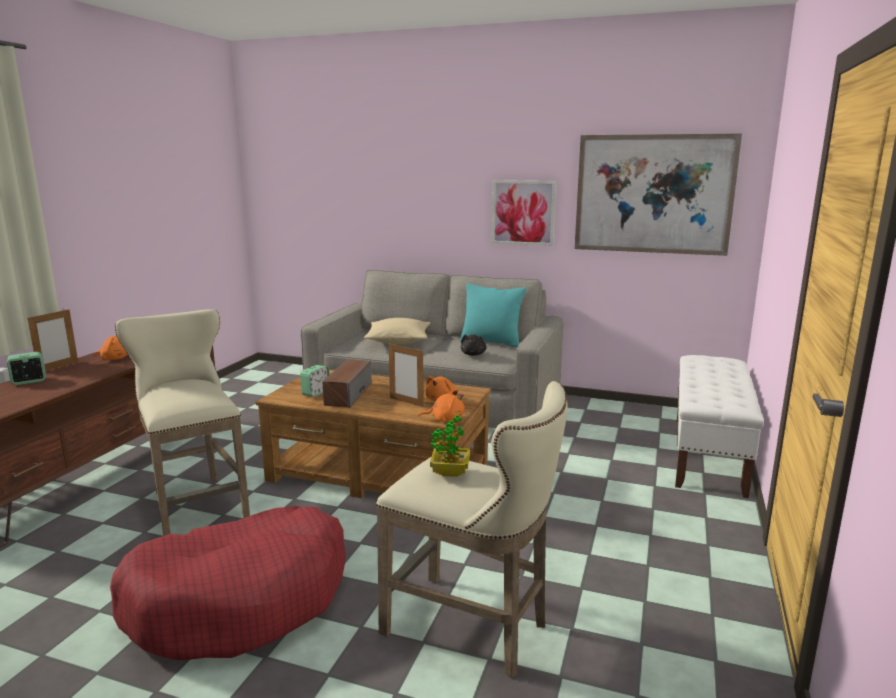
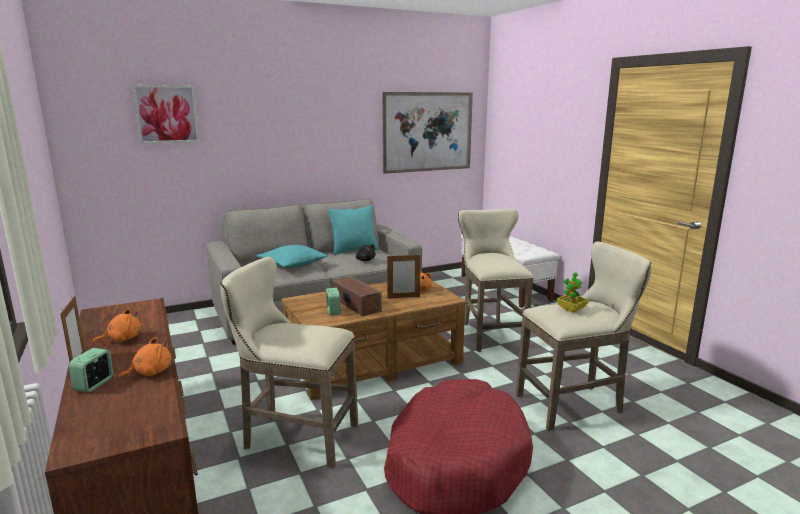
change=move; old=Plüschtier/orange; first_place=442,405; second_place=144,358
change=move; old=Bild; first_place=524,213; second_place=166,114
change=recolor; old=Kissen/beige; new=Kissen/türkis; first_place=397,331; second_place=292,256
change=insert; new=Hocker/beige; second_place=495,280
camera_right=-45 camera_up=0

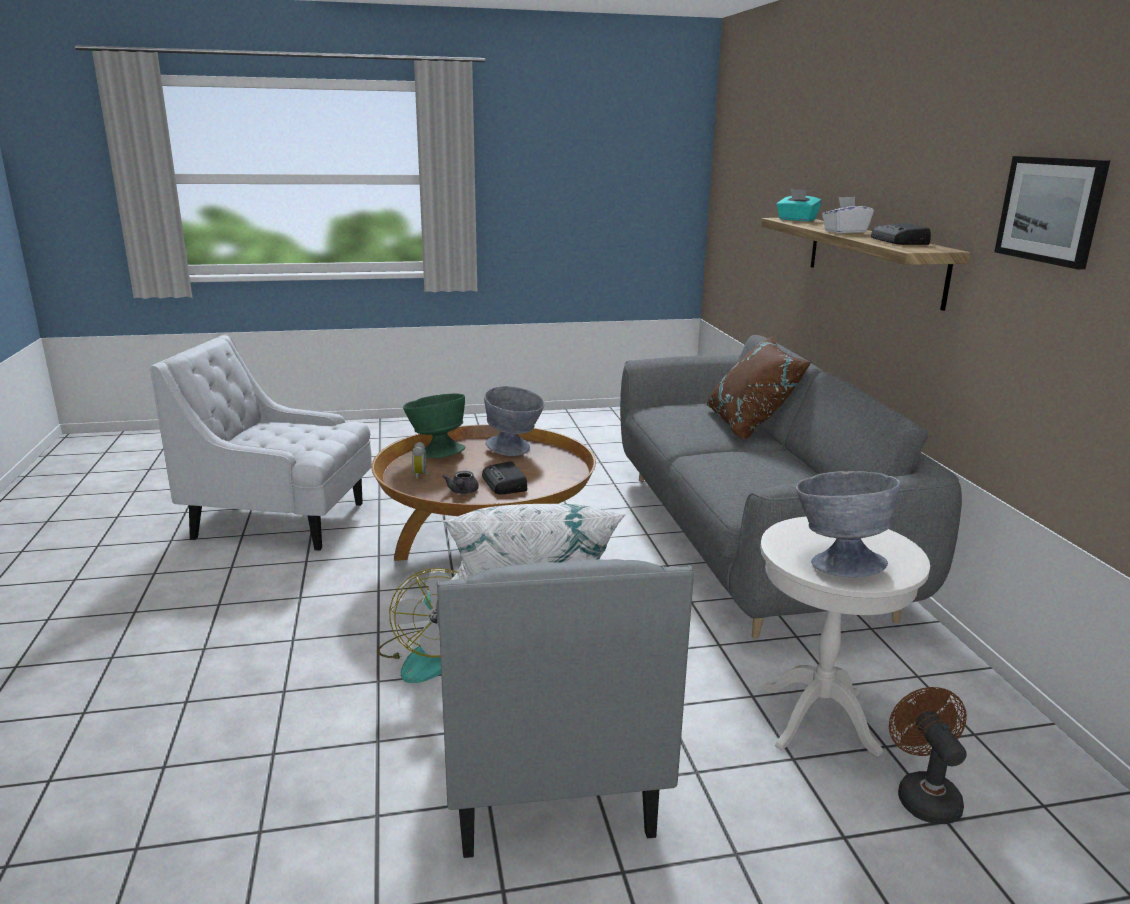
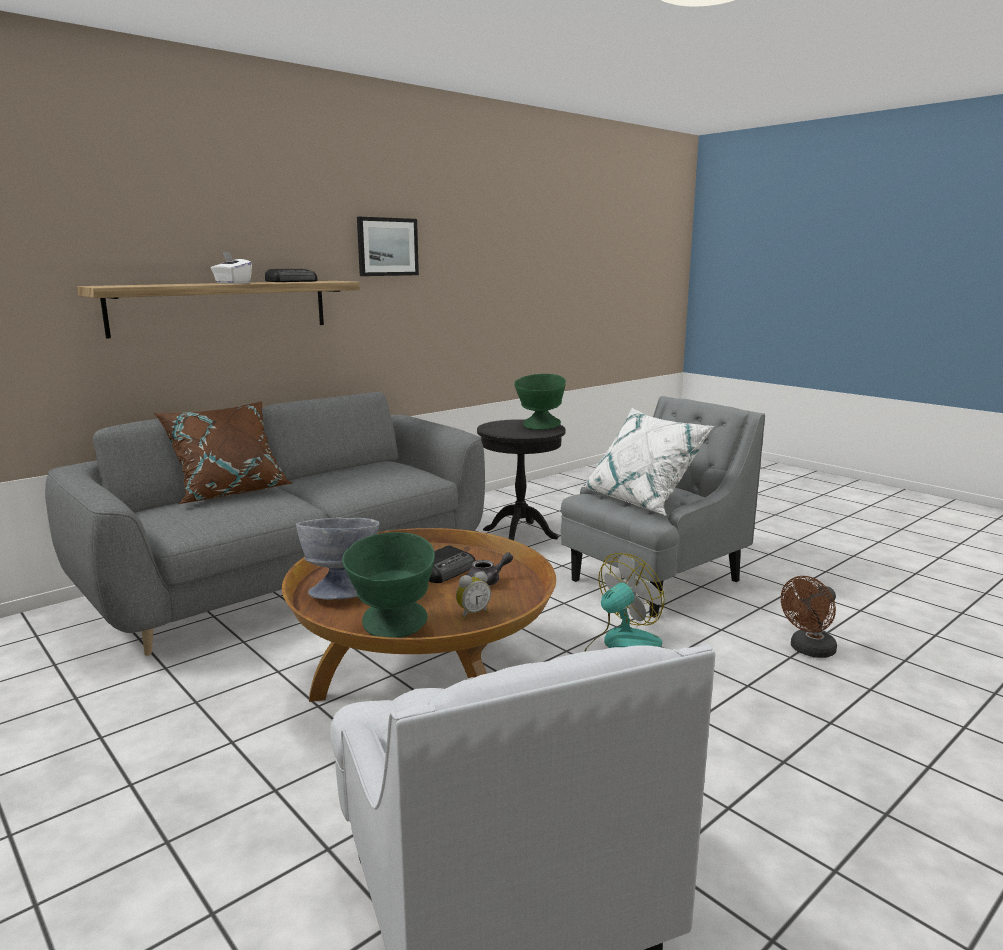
change=recolor; old=Beistelltisch/weiß; new=Beistelltisch/schwarz; first_place=845,637; second_place=521,480
change=recolor; old=Schüssel/grau; new=Schüssel/grün; first_place=848,524; second_place=540,402
change=move; old=Ventilator/braun; first_place=928,755; second_place=809,617
change=delete; old=Taschentuchbox/türkis; first_place=798,205
camera_right=-120 camera_up=-5

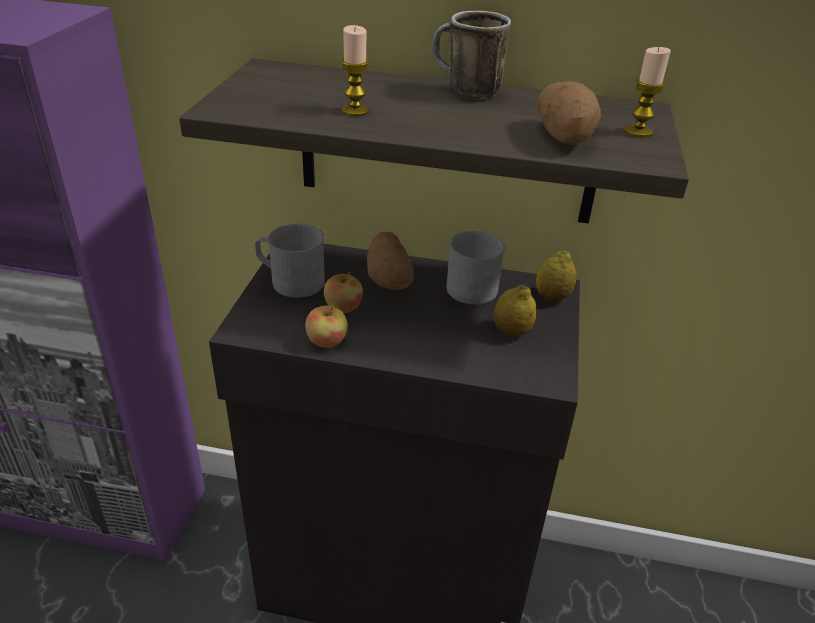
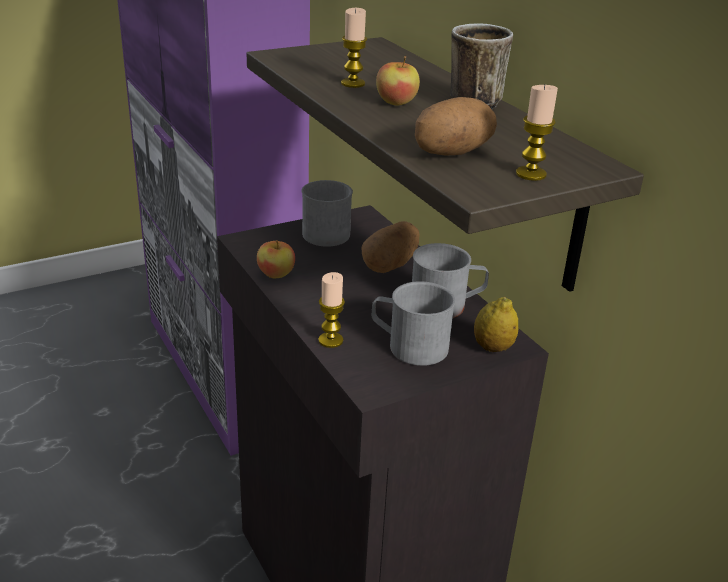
change=insert; new=Kerze; second_place=331,310
change=replace; old=Zitrone; new=Henkelbecher/grau; first_place=515,310; second_place=414,323
change=move; old=Apfel; first_place=343,292; second_place=398,81
camera_right=50 camera_up=-5

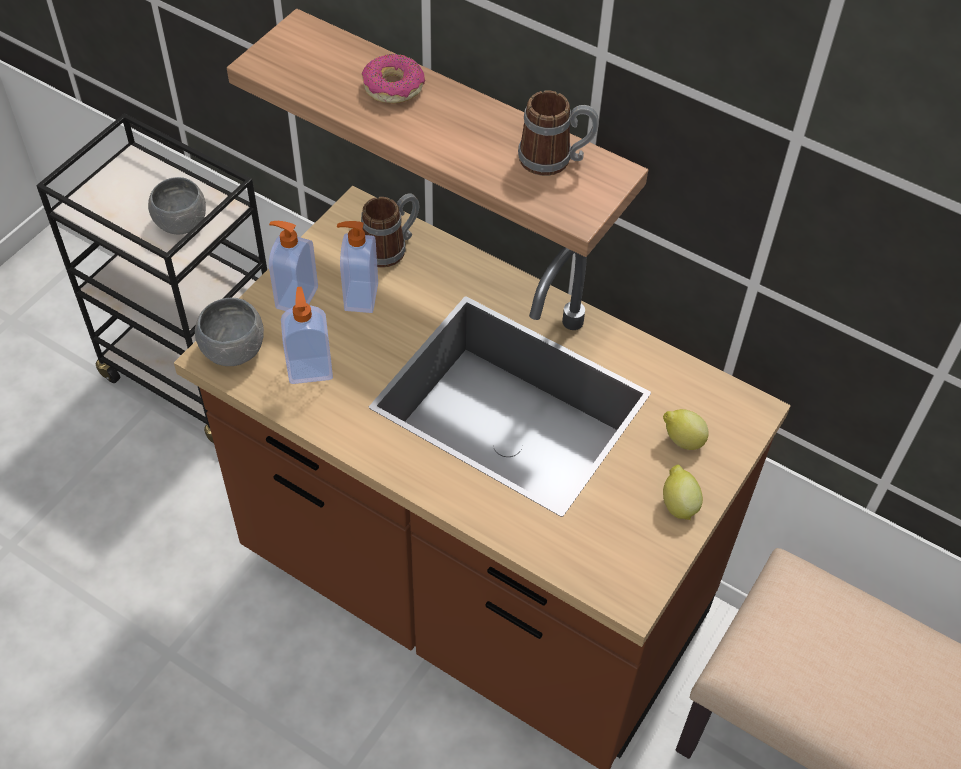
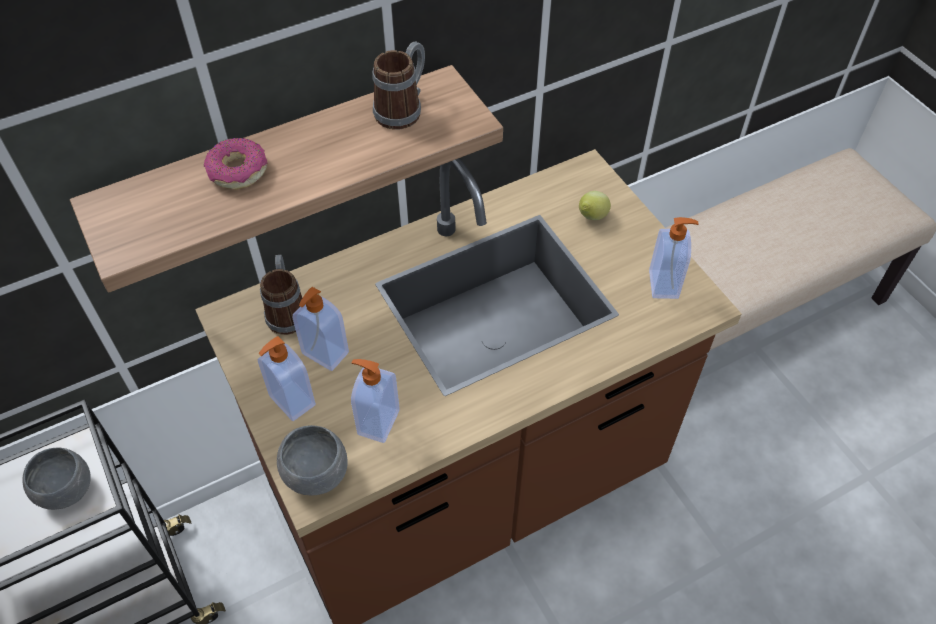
change=insert; new=Seifenspender; second_place=674,258
change=delete; old=Zitrone; first_place=683,492
camera_right=-60 camera_up=0

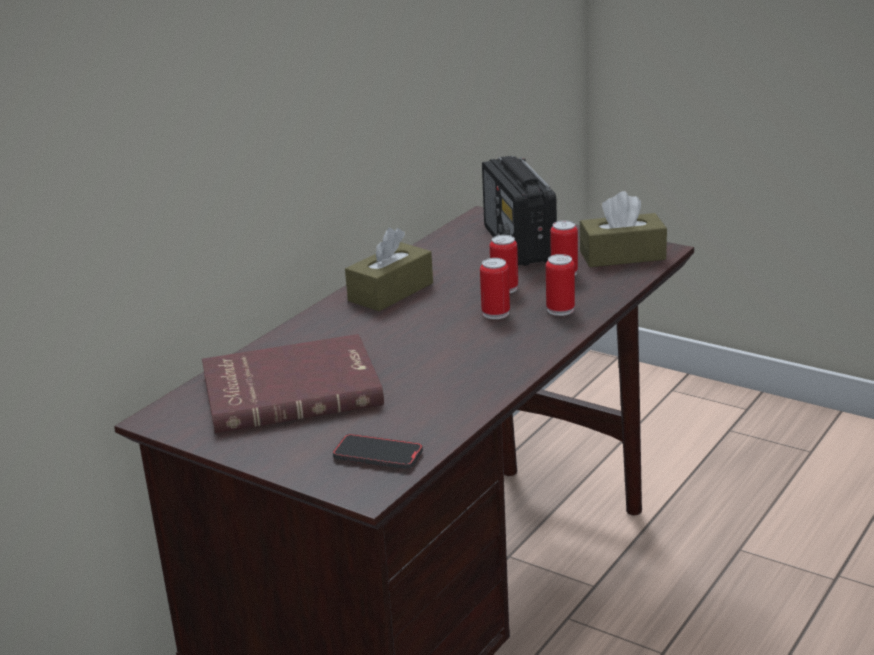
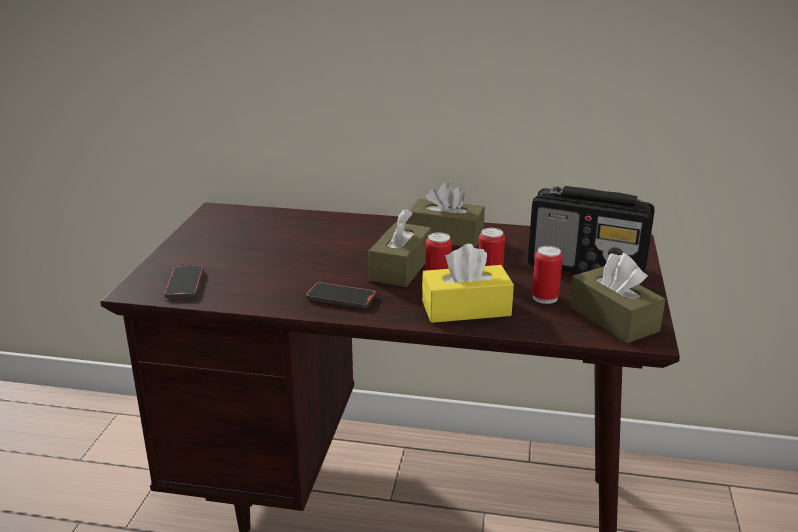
change=insert; new=Handy; second_place=341,295
change=insert; new=Taschentuchbox/braun; second_place=400,248
change=replace; old=Dose; new=Taschentuchbox/gelb; first_place=560,285; second_place=468,283
change=rotate; old=Radio; first_place=519,211; second_place=591,230; degrees=-120
change=delete; old=Buch/rot; first_place=293,383
camera_right=65 camera_up=0

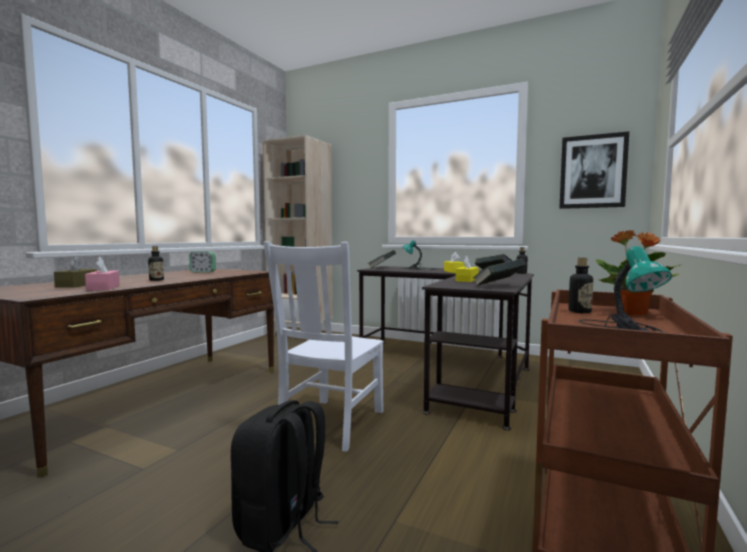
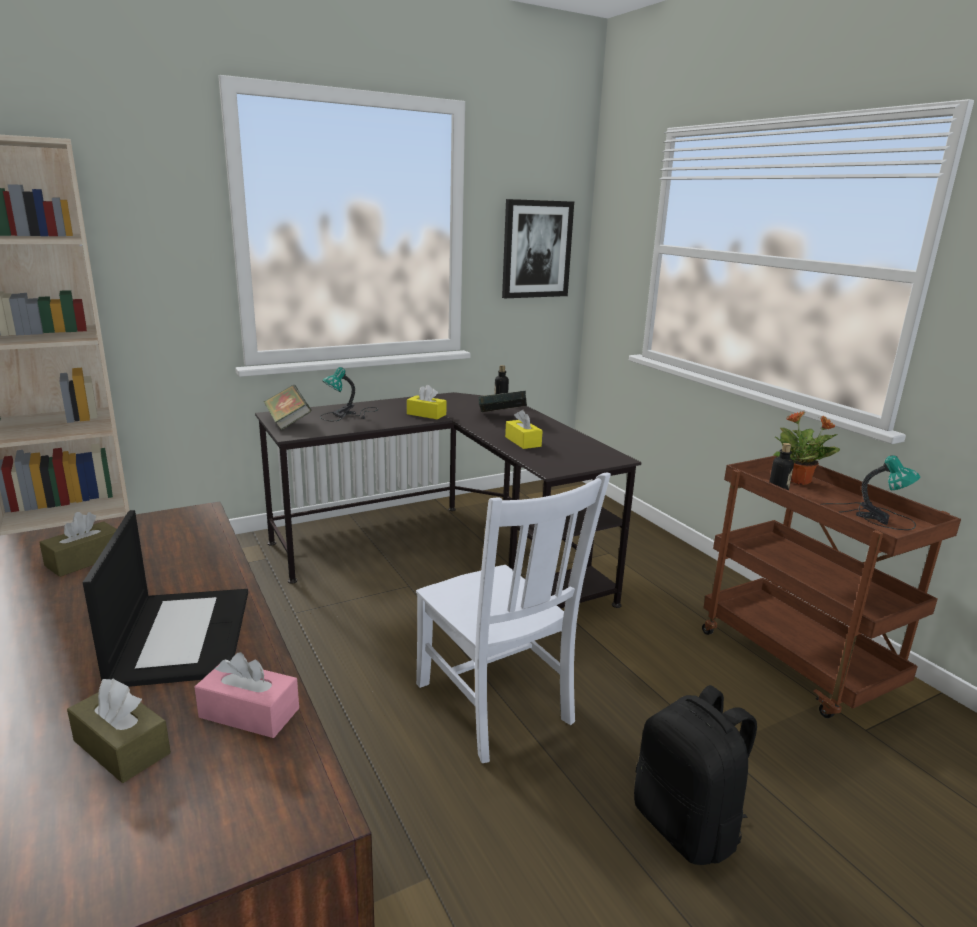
change=replace; old=Wecker; new=Taschentuchbox/braun; first_place=202,262; second_place=78,544
change=replace; old=Flasche; new=Laptop; first_place=156,263; second_place=165,598
change=delete; old=Buch; first_place=500,272
camera_right=-55 camera_up=15

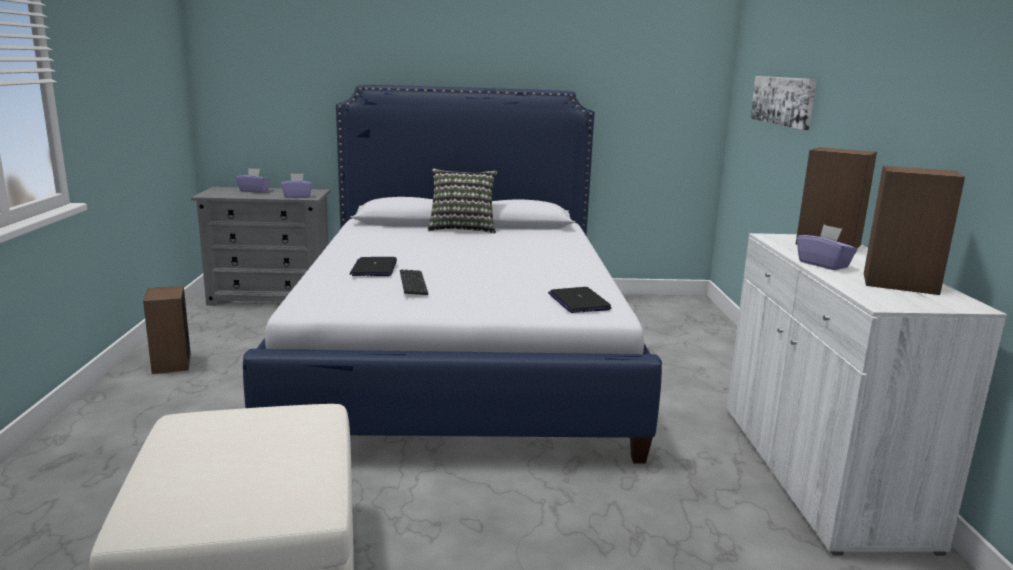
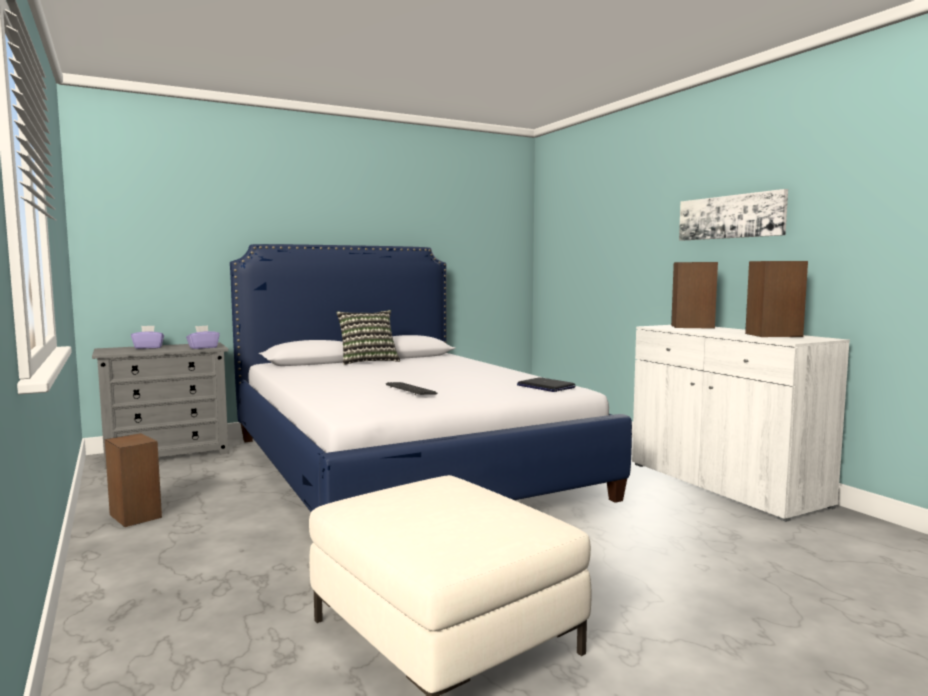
change=move; old=Bild; first_place=783,103; second_place=733,215
change=delete; old=Laptop; first_place=373,266
change=delete; old=Taschentuchbox/lila; first_place=827,247
camera_right=-25 camera_up=-10

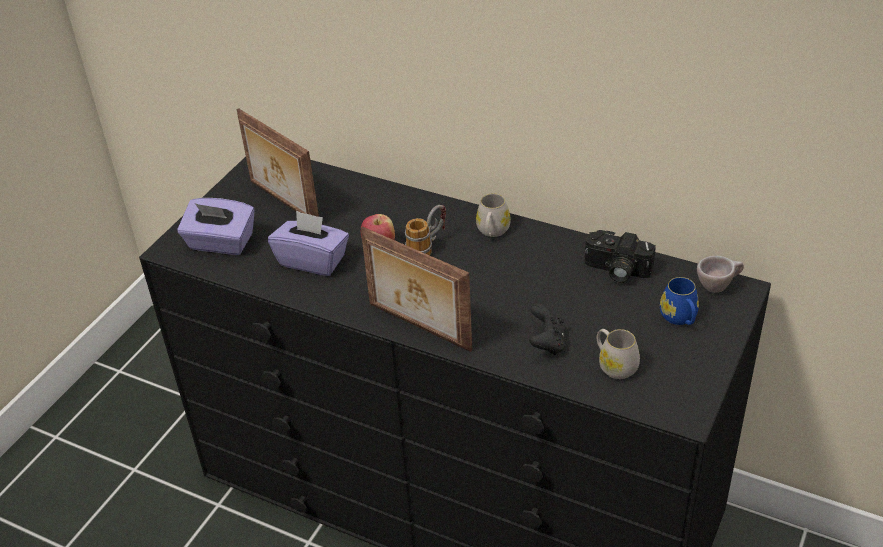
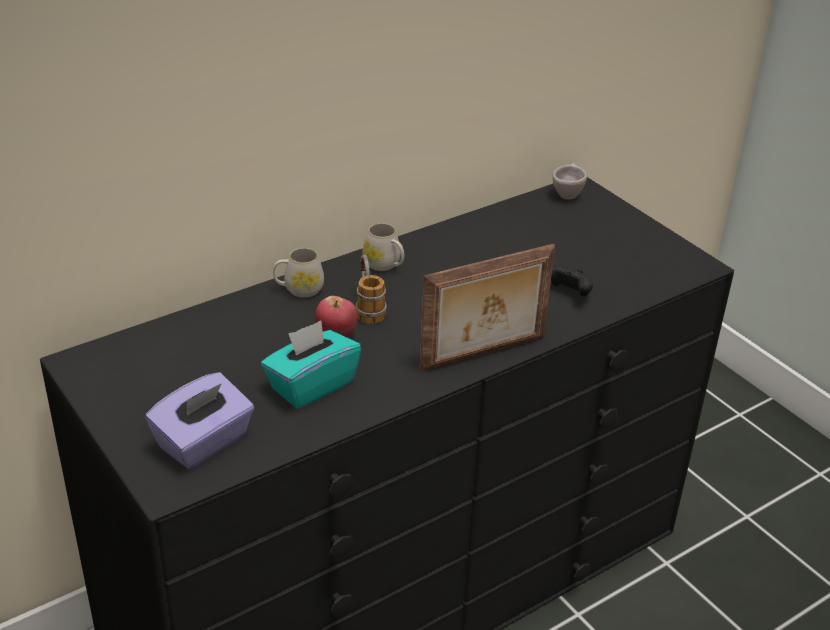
change=recolor; old=Taschentuchbox/lila; new=Taschentuchbox/türkis; first_place=308,243; second_place=311,364
change=move; old=Henkelbecher/weiß; first_place=618,354; second_place=298,273
change=delete; old=Bilderrahmen; first_place=278,162
change=delete; old=Kamera; first_place=620,256
change=delete; old=Henkelbecher/blau; first_place=679,301
camera_right=-65 camera_up=-5

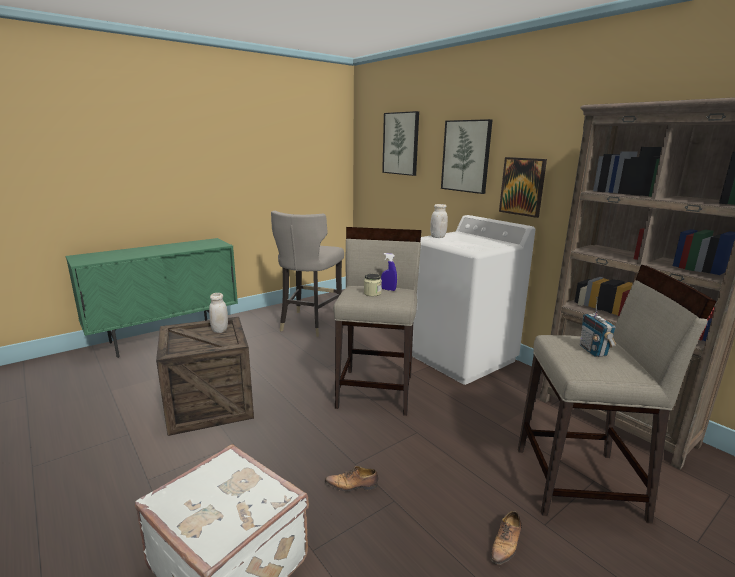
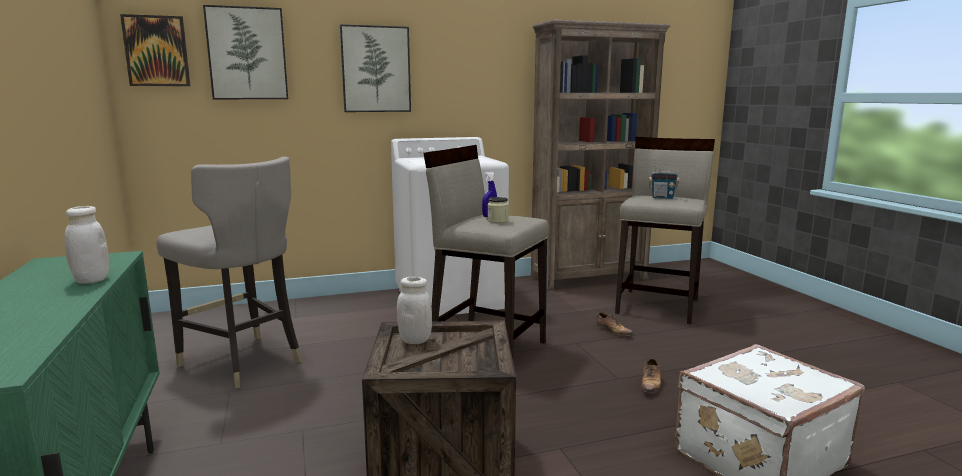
change=move; old=Vorratsglas/weiß; first_place=439,221; second_place=86,245
change=move; old=Bild; first_place=523,187; second_place=155,50
change=move; old=Schuh; first_place=506,538; second_place=615,324
camera_right=-70 camera_up=-5

